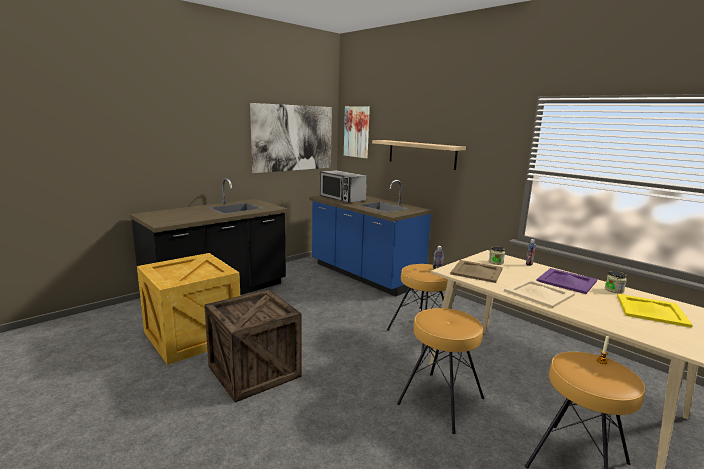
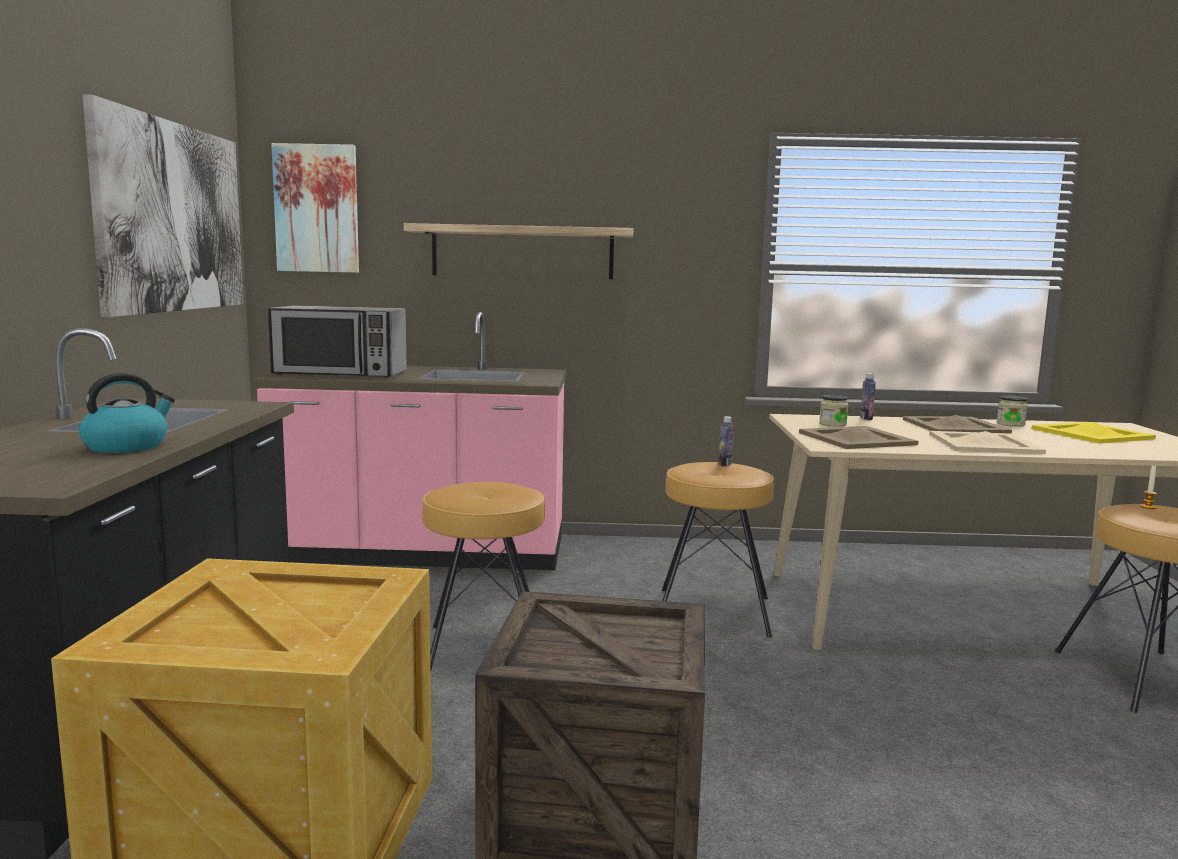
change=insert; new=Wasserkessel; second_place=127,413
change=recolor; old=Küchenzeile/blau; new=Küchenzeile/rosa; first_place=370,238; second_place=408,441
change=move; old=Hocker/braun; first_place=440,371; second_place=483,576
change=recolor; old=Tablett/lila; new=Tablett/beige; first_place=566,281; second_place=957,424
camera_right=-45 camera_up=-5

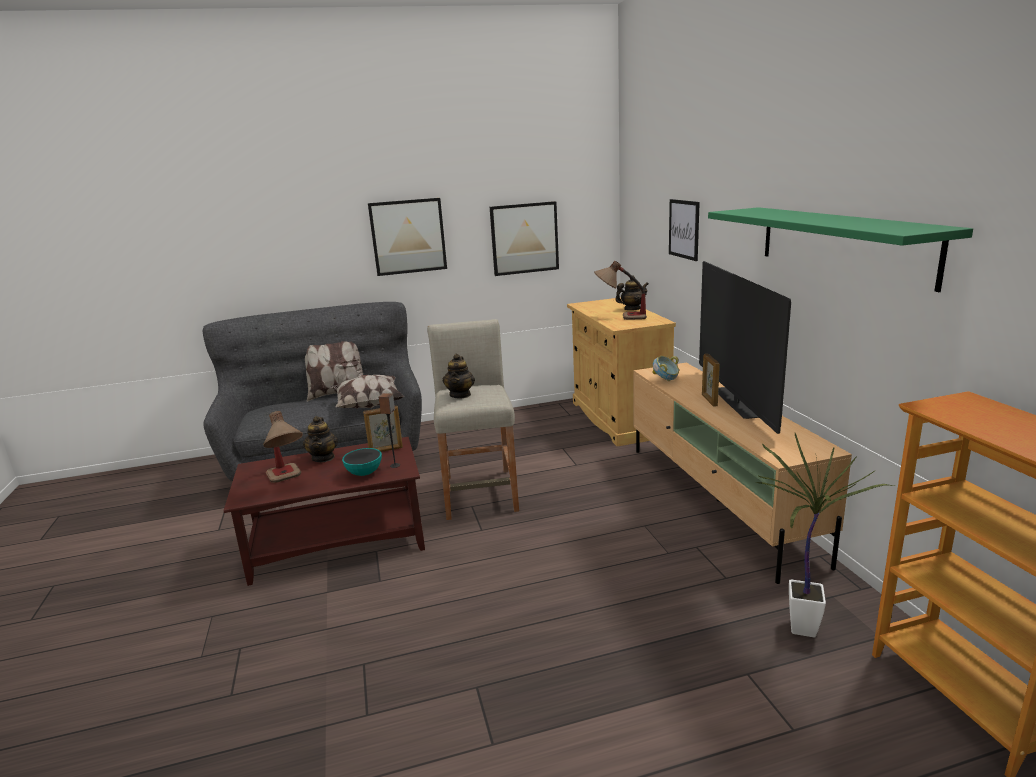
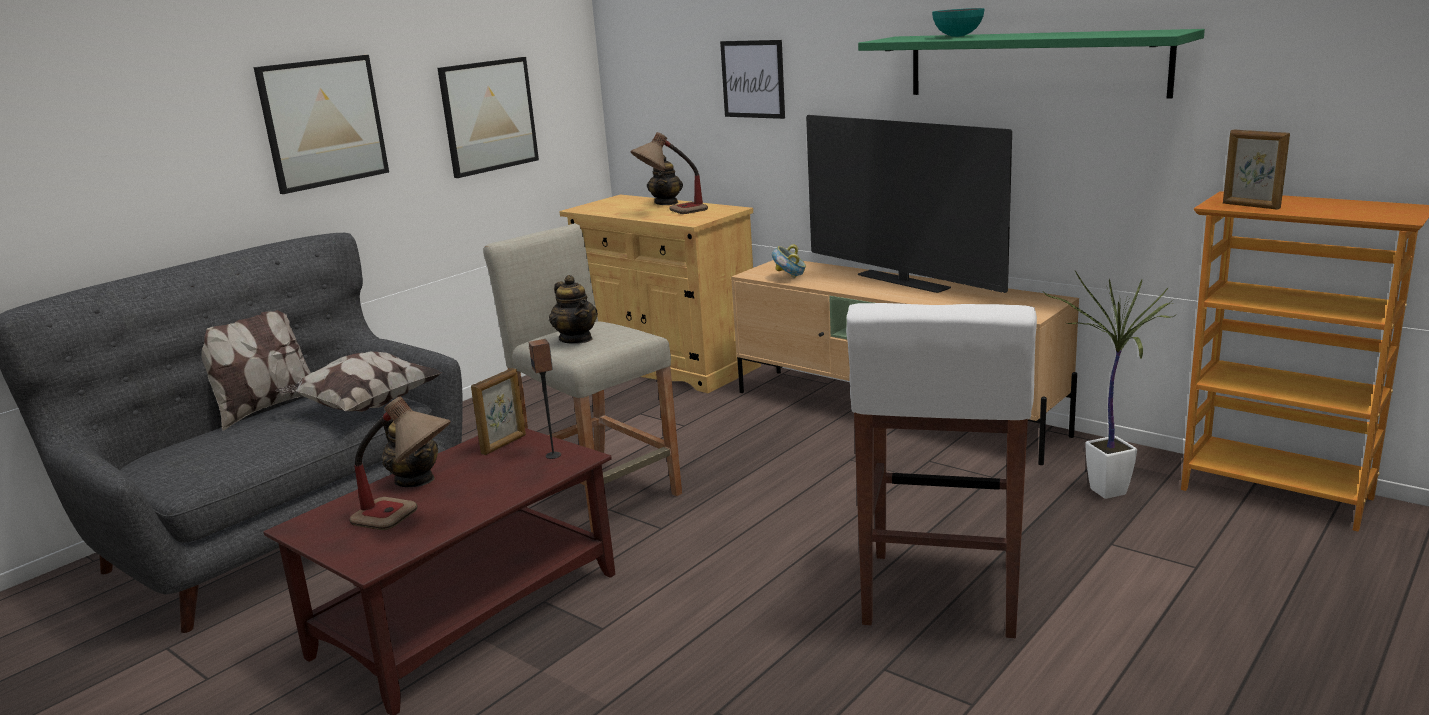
change=rotate; old=Teekanne; first_place=632,292; second_place=665,180; degrees=150
change=insert; new=Hocker/weiß; second_place=941,470
change=move; old=Schüssel; first_place=362,462; second_place=958,22
change=move; old=Bilderrahmen; first_place=711,380; second_place=1256,169
camera_right=-35 camera_up=0

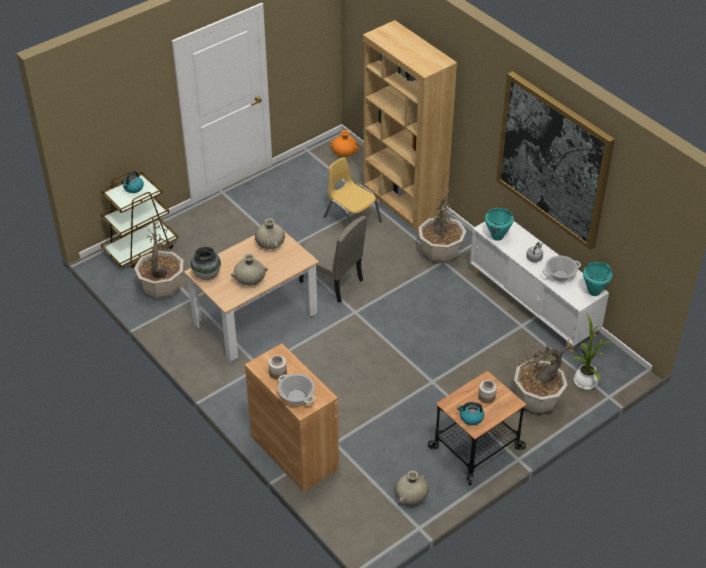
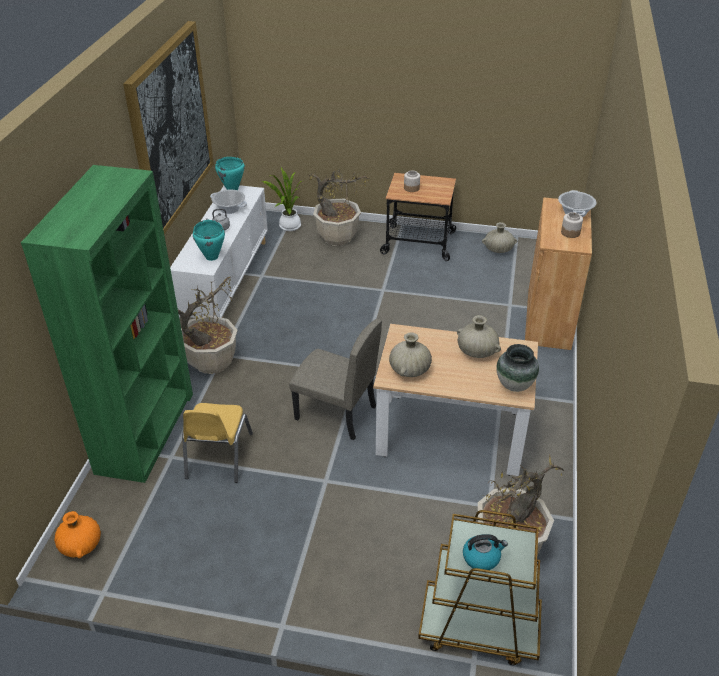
change=recolor; old=Bücherregal/braun; new=Bücherregal/grün; first_place=410,126; second_place=107,324
change=rotate; old=Stuhl/beige; first_place=333,259; second_place=335,379; degrees=120
change=delete; old=Wasserkessel; first_place=470,413
camera_right=-130 camera_up=-5

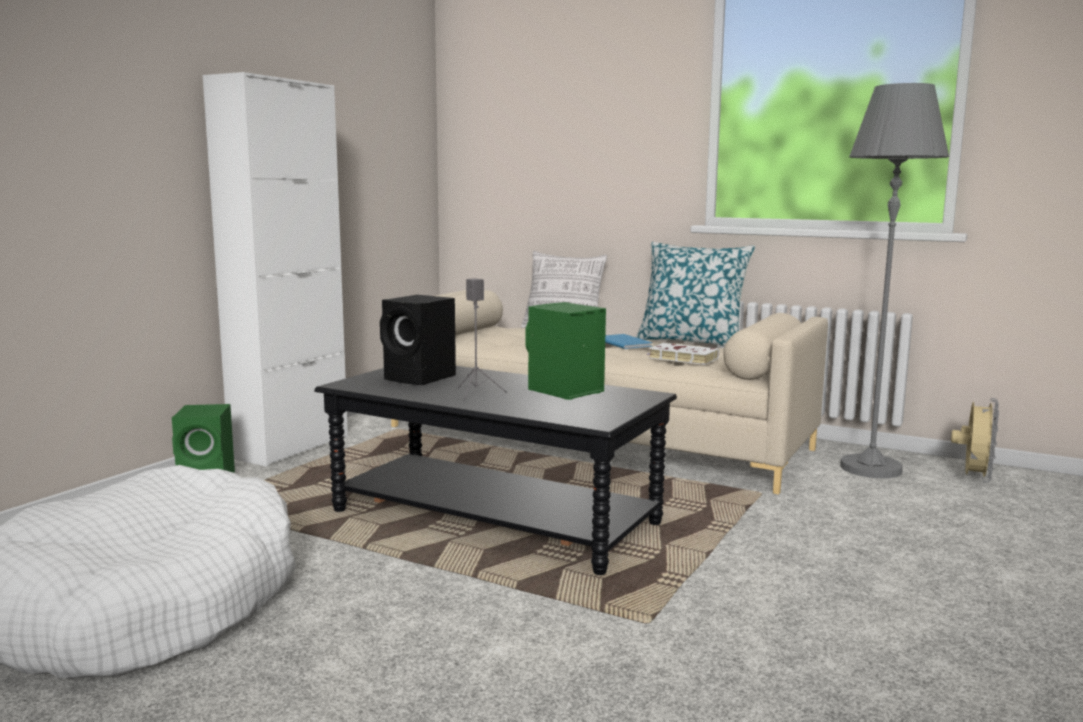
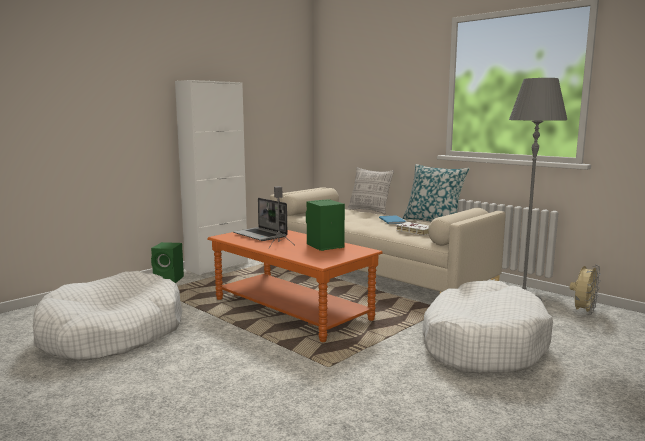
change=recolor; old=Couchtisch/schwarz; new=Couchtisch/orange; first_place=495,470; second_place=295,286
change=replace; old=Lautsprecher/schwarz; new=Laptop; first_place=418,340; second_place=260,219
change=insert; new=Hundebett/weiß; second_place=488,327
camera_right=15 camera_up=0

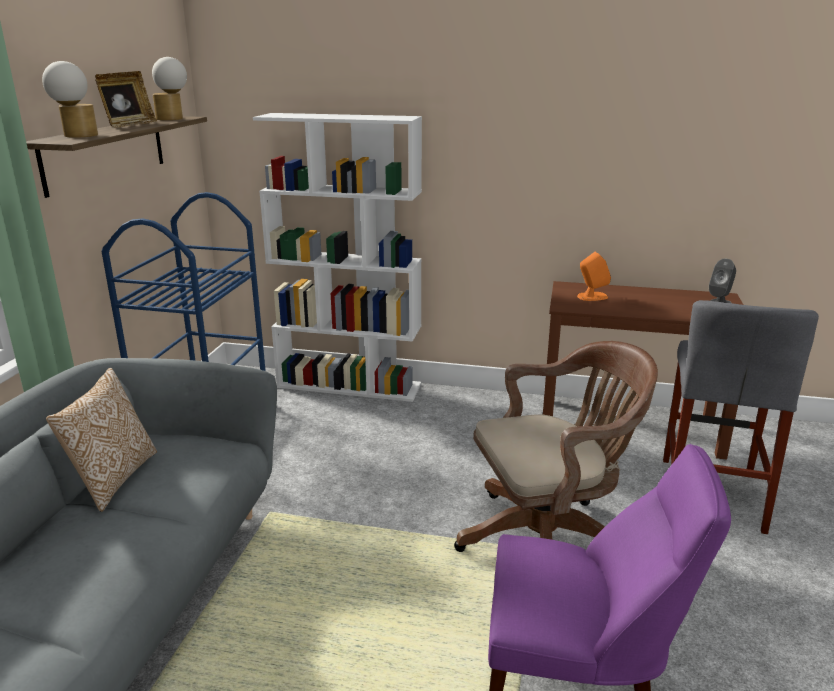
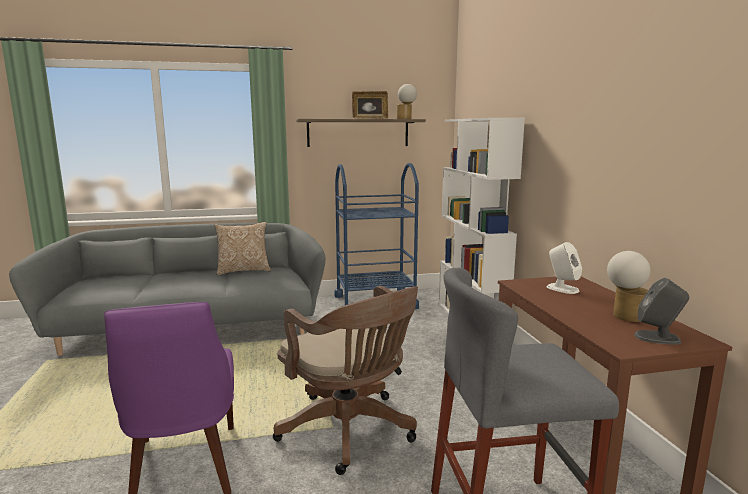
change=recolor; old=Lautsprecher/orange; new=Lautsprecher/weiß; first_place=594,276; second_place=564,268
change=move; old=Tischlampe; first_place=70,99; second_place=628,286
camera_right=65 camera_up=-10

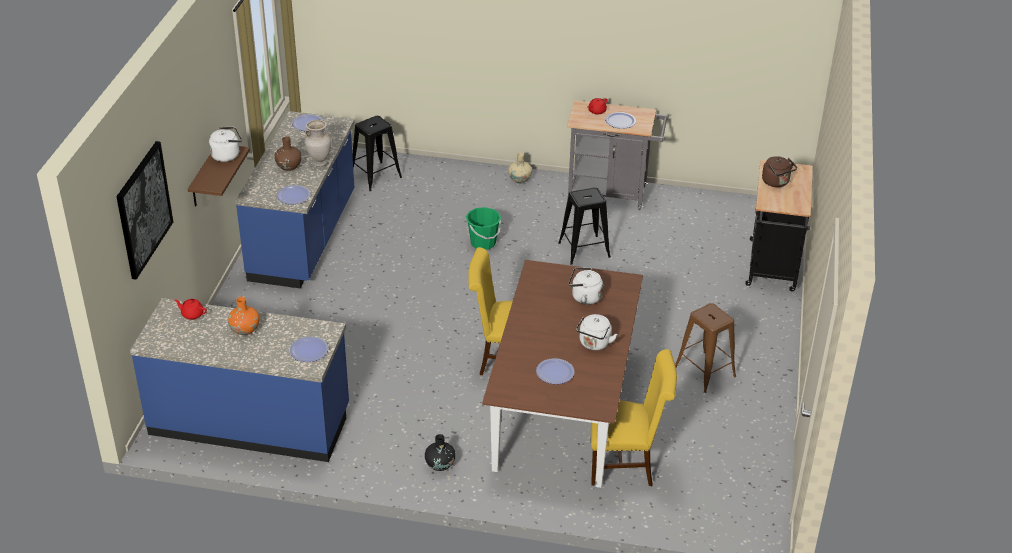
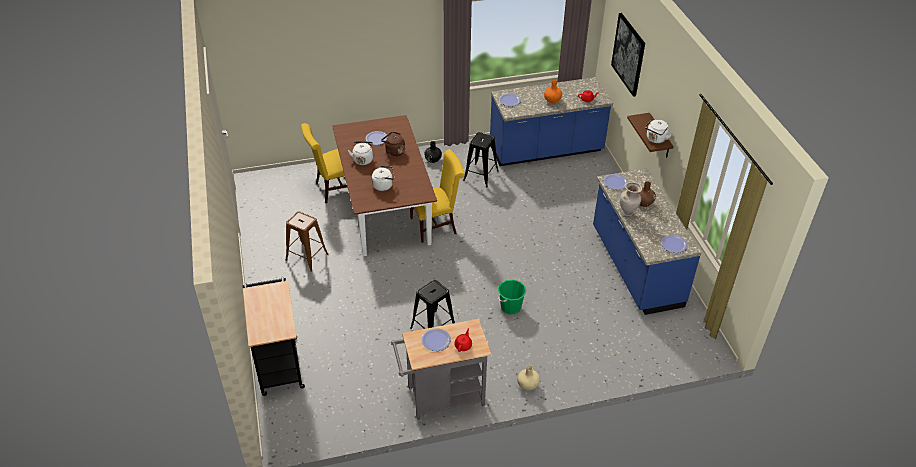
change=move; old=Wasserkessel/braun; first_place=779,171; second_place=393,144
change=move; old=Hocker/schwarz; first_place=377,153; second_place=481,160
camera_right=155 camera_up=5

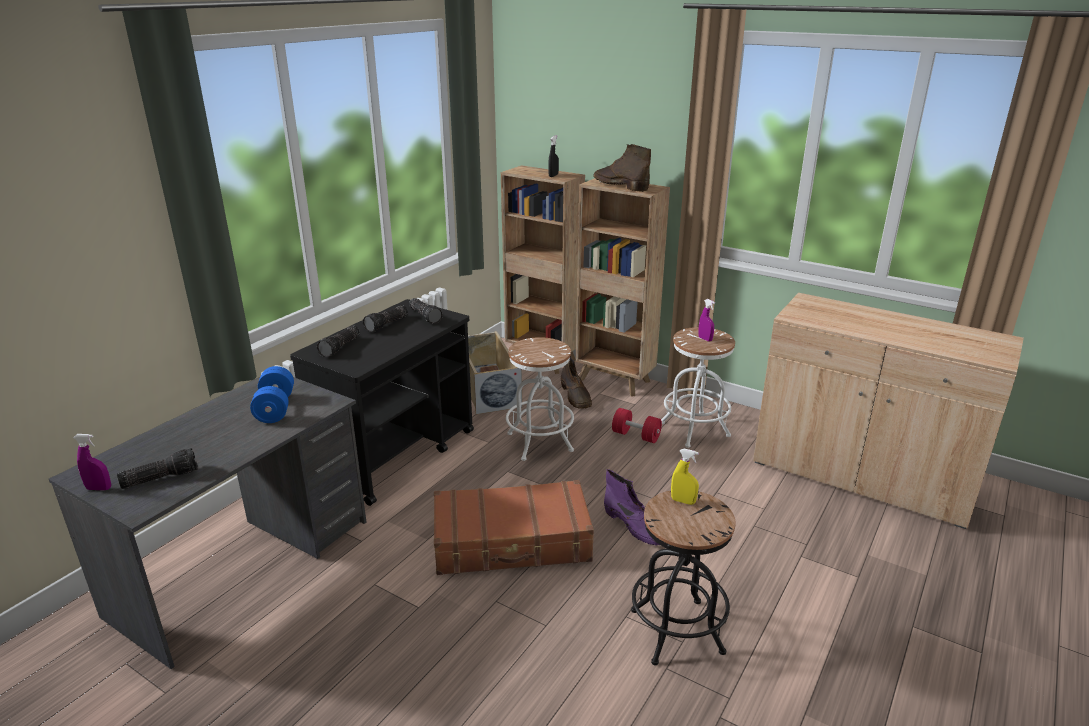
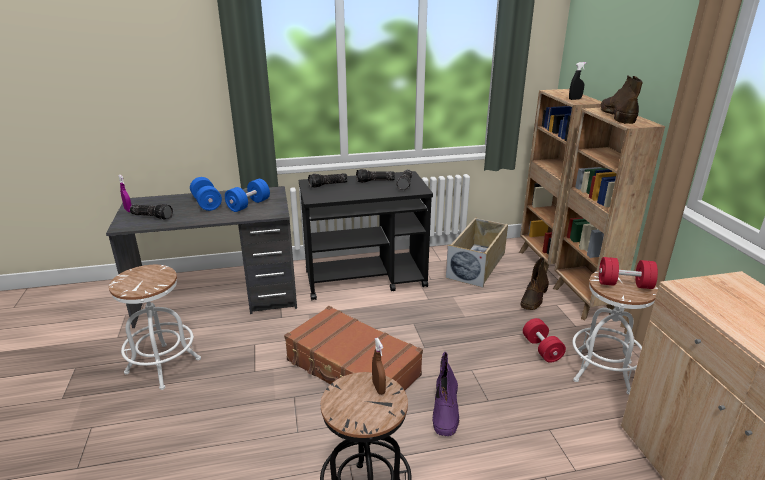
change=move; old=Hocker/weiß; first_place=540,399; second_place=155,327
change=insert; new=Hantel/blau; second_place=206,194
change=recolor; old=Sprühflasche/gelb; new=Sprühflasche/braun; first_place=685,477; second_place=379,366
change=replace; old=Sprühflasche/lila; new=Hantel/rot; first_place=706,320; second_place=628,273
camera_right=45 camera_up=0

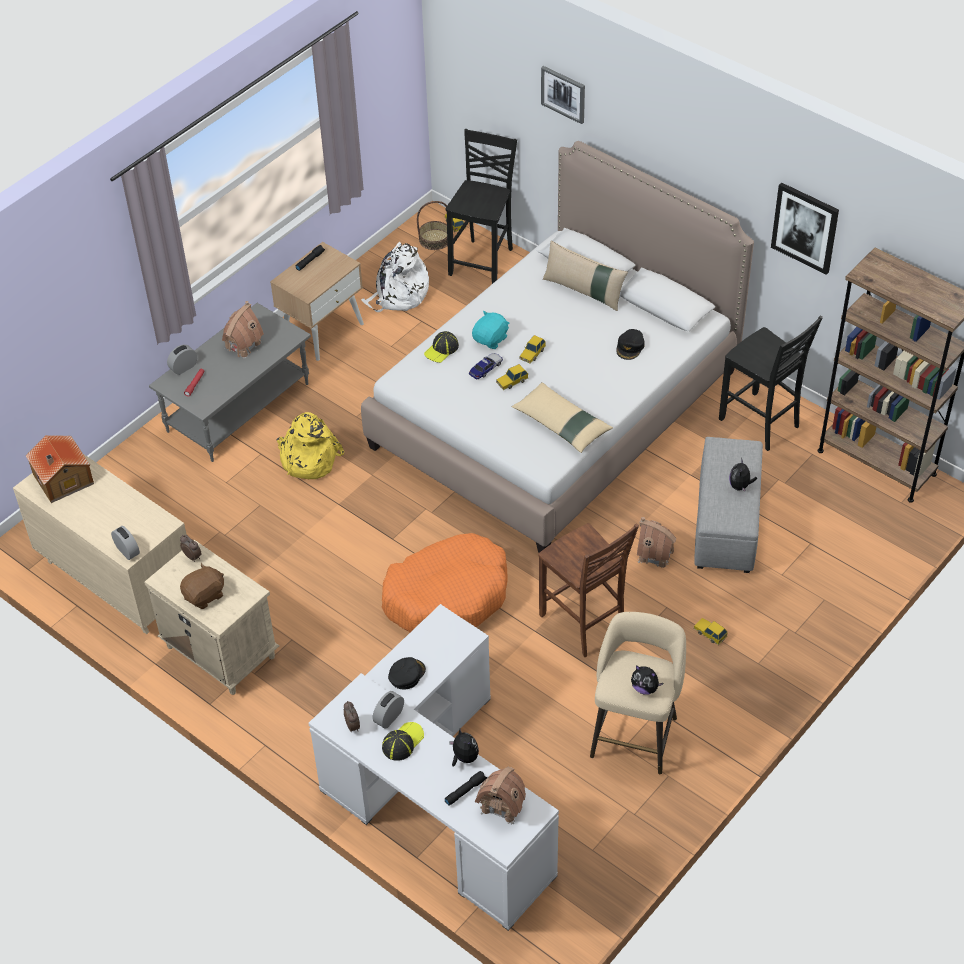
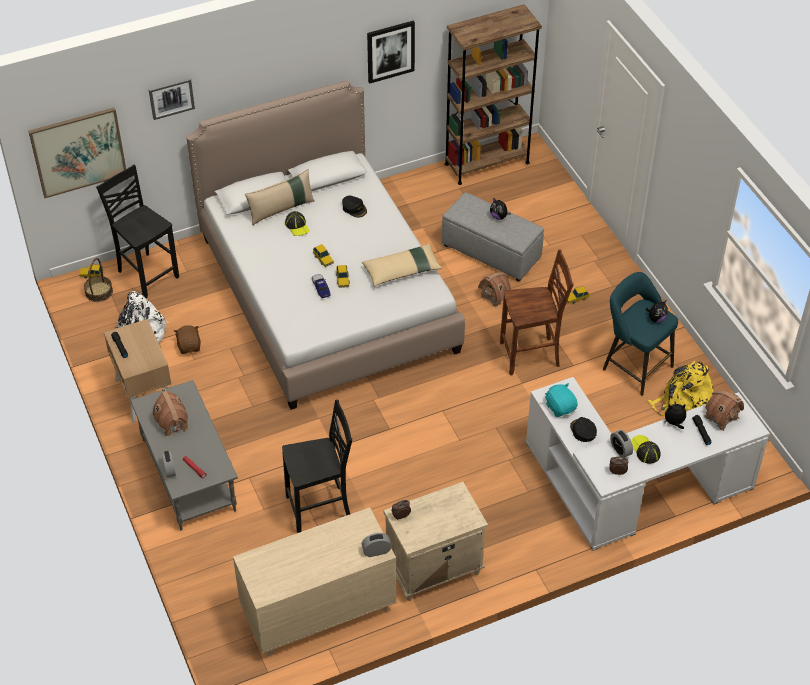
change=insert; new=Bild; second_place=77,152
change=move; old=Plüschtier/braun; first_place=202,586; second_place=187,339
change=move; old=Stuhl/schwarz; first_place=771,383; second_place=317,466
change=move; old=Kappe; first_place=441,347; second_place=297,223
change=move; old=Plüschtier/türkis; first_place=491,330; second_place=561,400
change=recolor; old=Hocker/beige; new=Hocker/türkis; first_place=638,693; second_place=640,334
change=move; old=Rucksack/gelb; first_place=310,445; second_place=681,388
change=delete; old=Spielzeughaus; first_place=60,469
change=delete; old=Hundebett/orange; first_place=445,582
camera_right=-65 camera_up=0

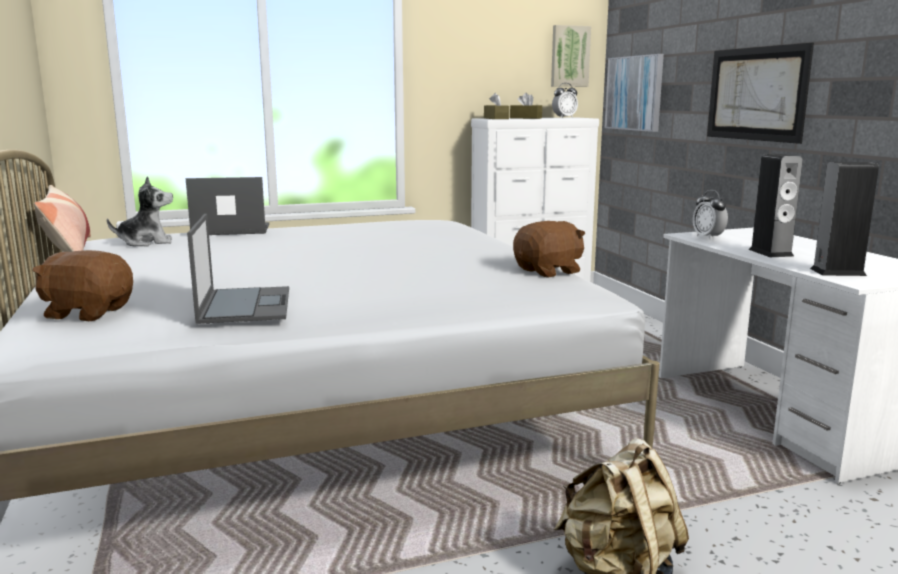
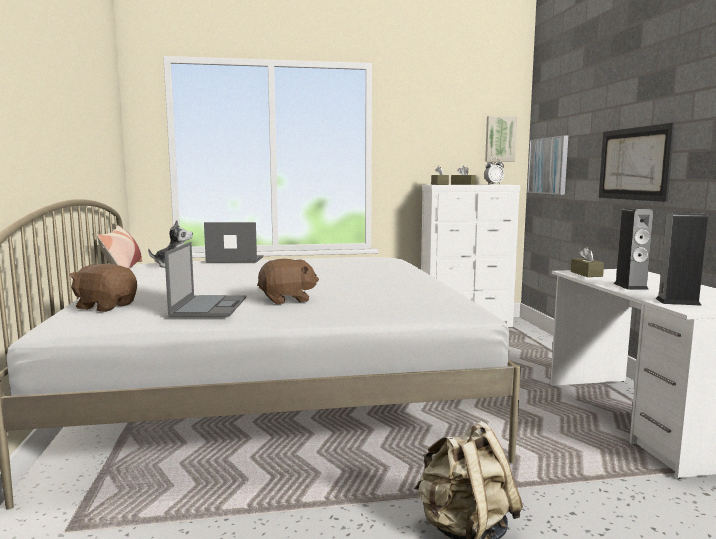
change=move; old=Plüschtier/braun; first_place=549,249; second_place=288,281
change=replace; old=Wecker; new=Taschentuchbox/braun; first_place=710,215; second_place=587,262
camera_right=10 camera_up=-5

